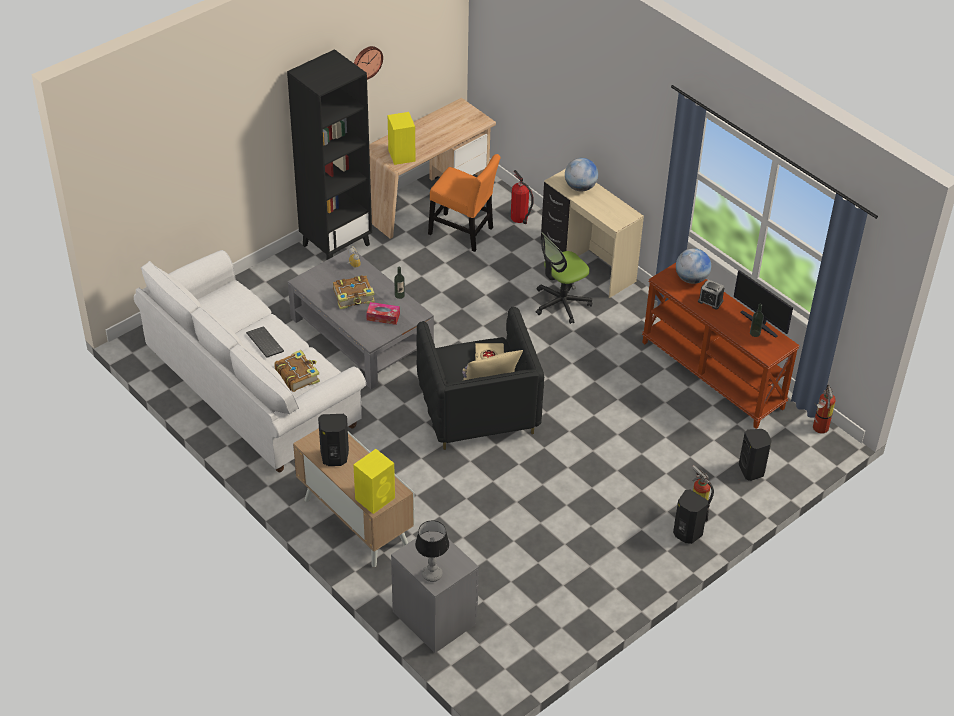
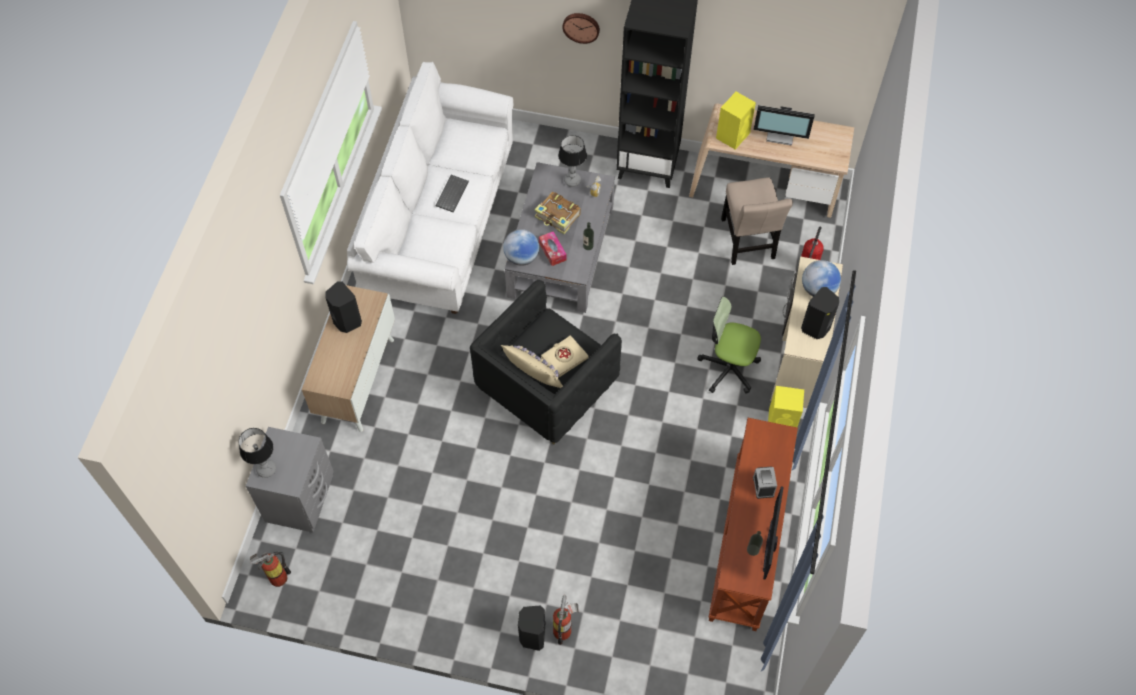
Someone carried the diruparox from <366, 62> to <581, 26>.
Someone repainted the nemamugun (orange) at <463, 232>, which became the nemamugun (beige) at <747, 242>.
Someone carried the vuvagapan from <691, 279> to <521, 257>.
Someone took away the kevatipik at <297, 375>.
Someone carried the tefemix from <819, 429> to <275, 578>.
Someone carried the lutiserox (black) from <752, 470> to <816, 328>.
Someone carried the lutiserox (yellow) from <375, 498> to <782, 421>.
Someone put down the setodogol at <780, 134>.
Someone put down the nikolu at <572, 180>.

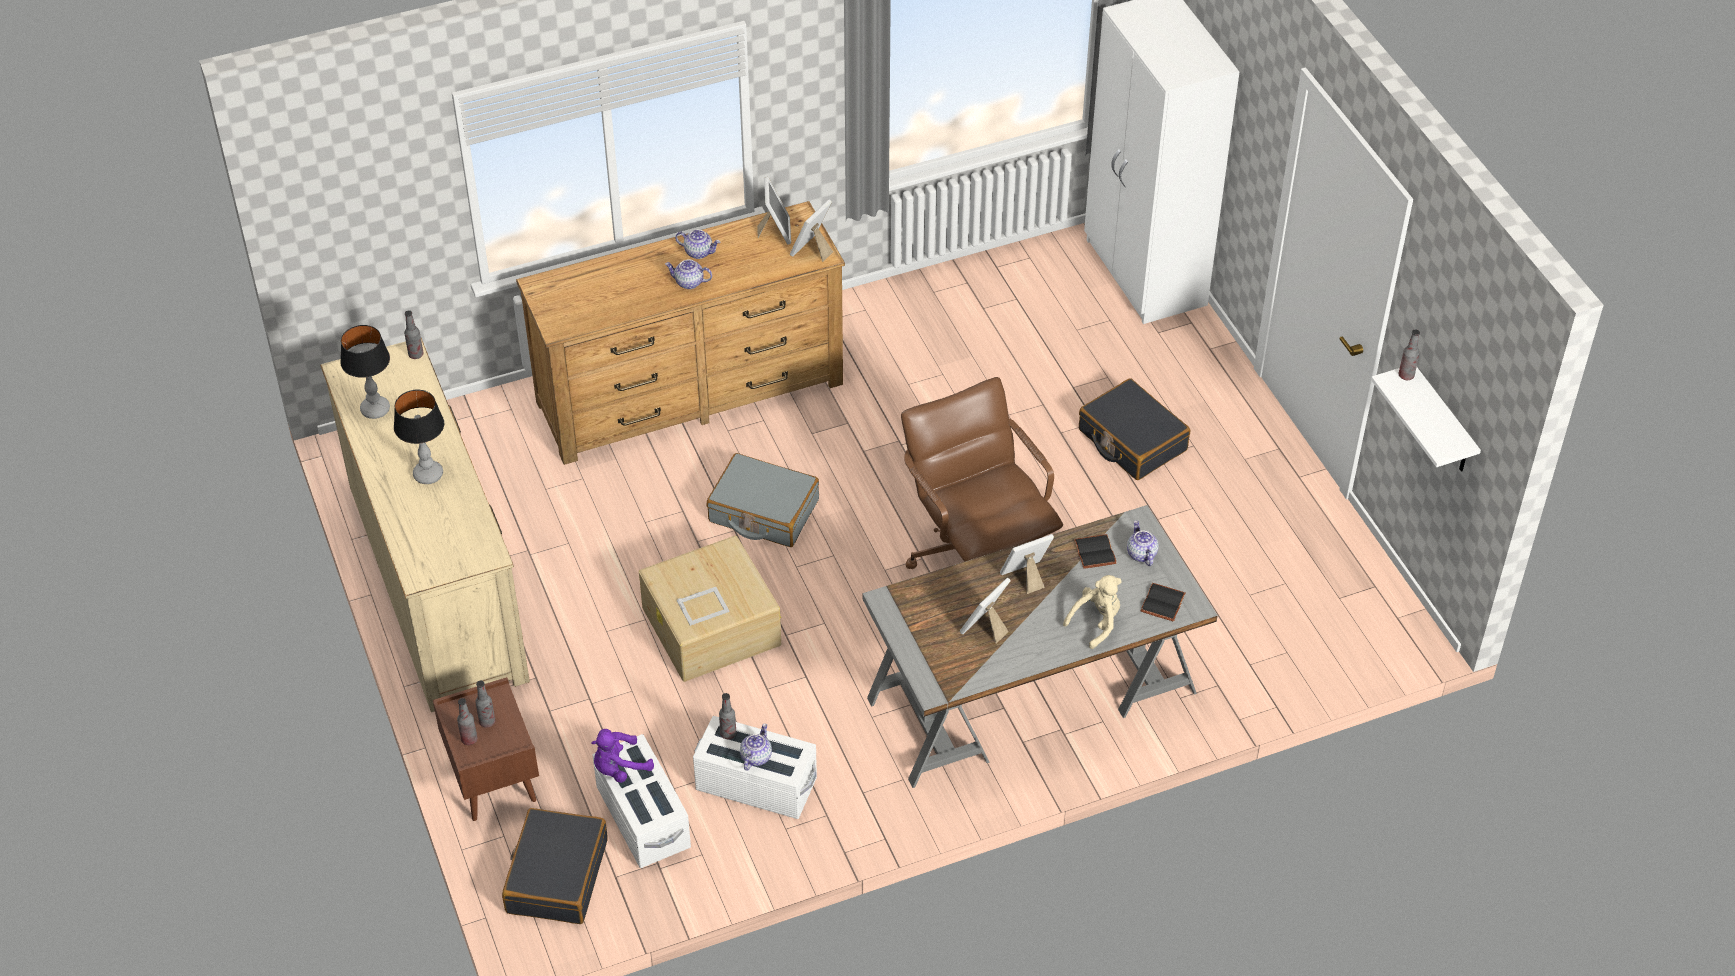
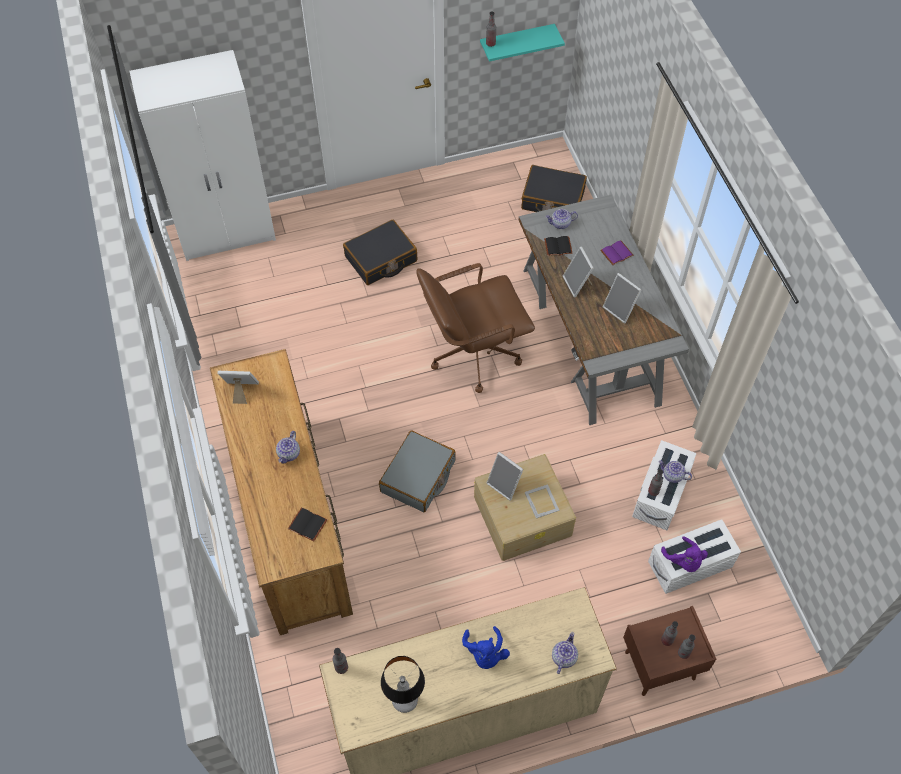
Someone carried the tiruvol from <813, 250> to <505, 485>.
Someone carried the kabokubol from <699, 252> to <563, 657>.
Someone repainted the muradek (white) at <1443, 423>, which became the muradek (turquoise) at <516, 43>.
Someone swapped the nikolu at <427, 474> for the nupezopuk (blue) at <485, 653>.
Someone swapped the nupezopuk (beige) at <1096, 622> for the kevatipik (purple) at <616, 252>.
Someone carried the kevatipik (black) from <1163, 604> to <308, 524>.
Someone carried the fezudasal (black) from <556, 876> to <552, 200>.

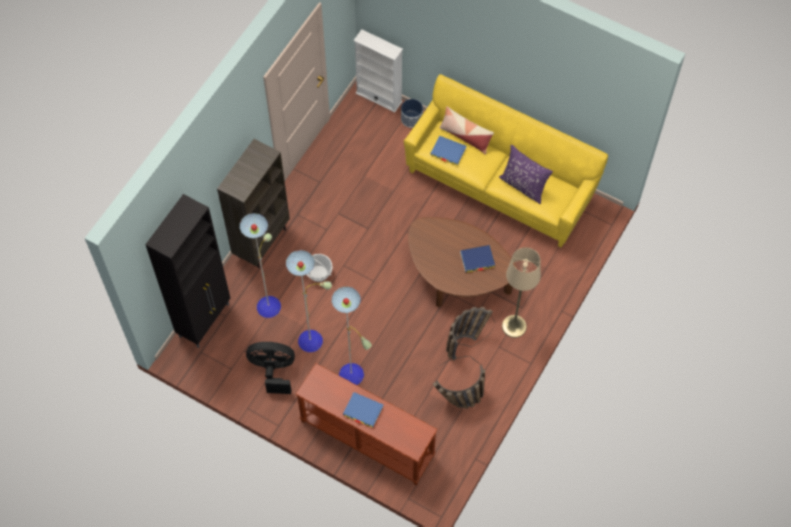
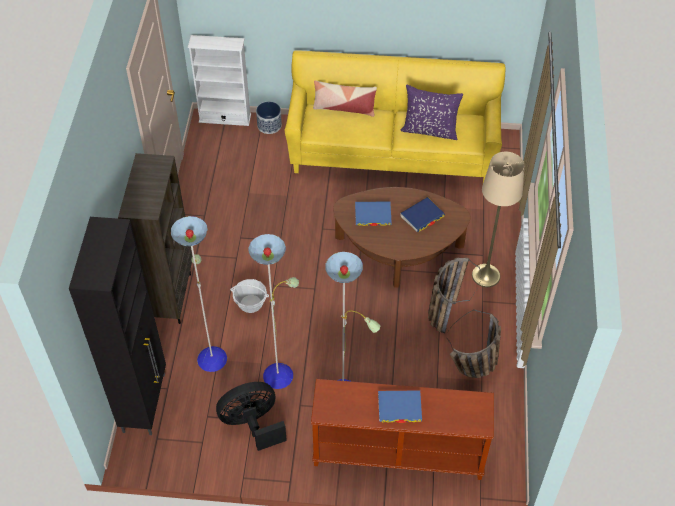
Someone carried the kevatipik (blue) from <448, 151> to <373, 215>.

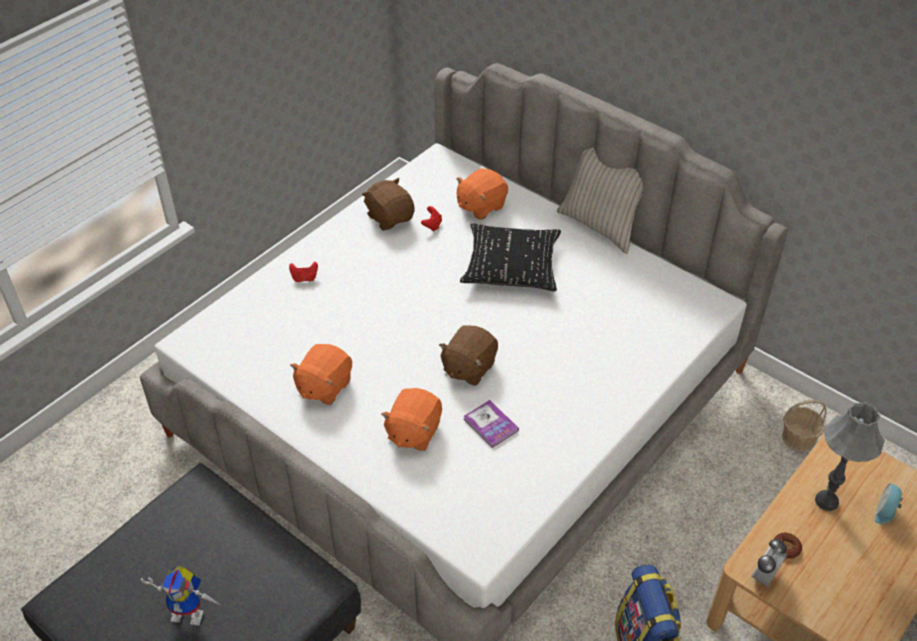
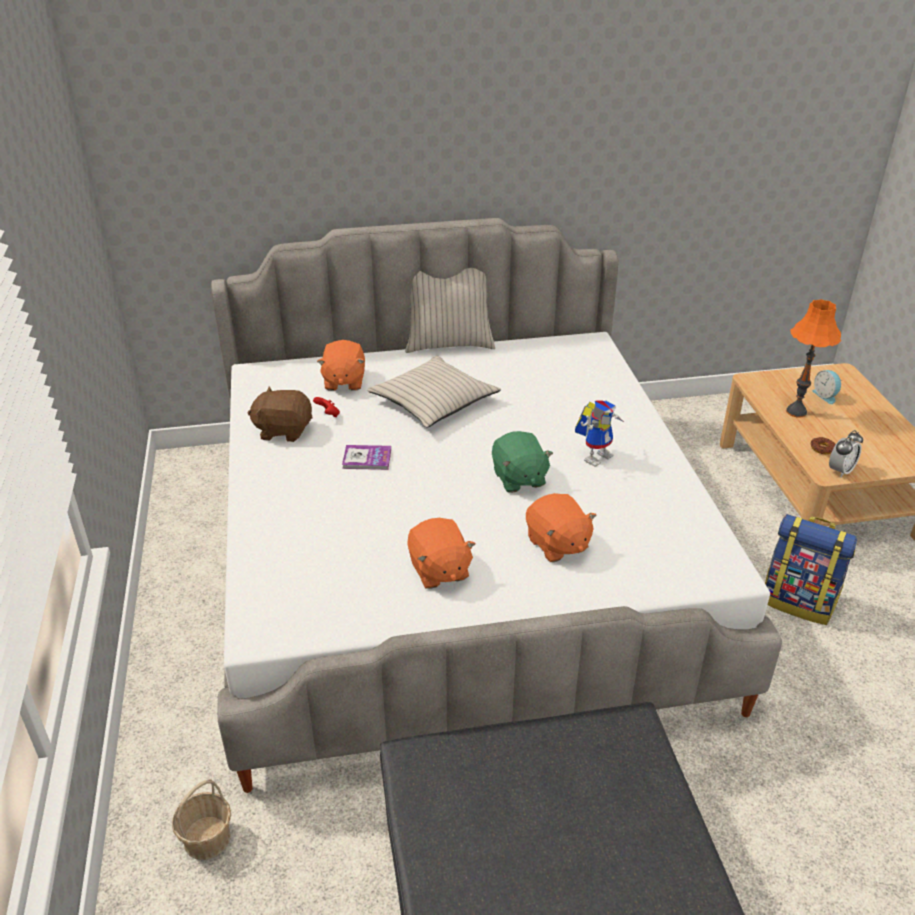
Someone repainted the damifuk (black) at <511, 266>, which became the damifuk (beige) at <433, 402>.
Someone took away the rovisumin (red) at <304, 278>.
Someone repainted the nupezopuk (brown) at <468, 367>, which became the nupezopuk (green) at <518, 478>.
Someone carried the kevatipik from <490, 425> to <367, 459>.
Someone carried the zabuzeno from <798, 438> to <207, 838>.
Someone repainted the nikolu (grey) at <826, 501>, which became the nikolu (orange) at <796, 411>.
Someone rotated the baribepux at <764, 576> by 120 degrees counterclockwise.
Someone carried the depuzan from <191, 612> to <596, 455>.

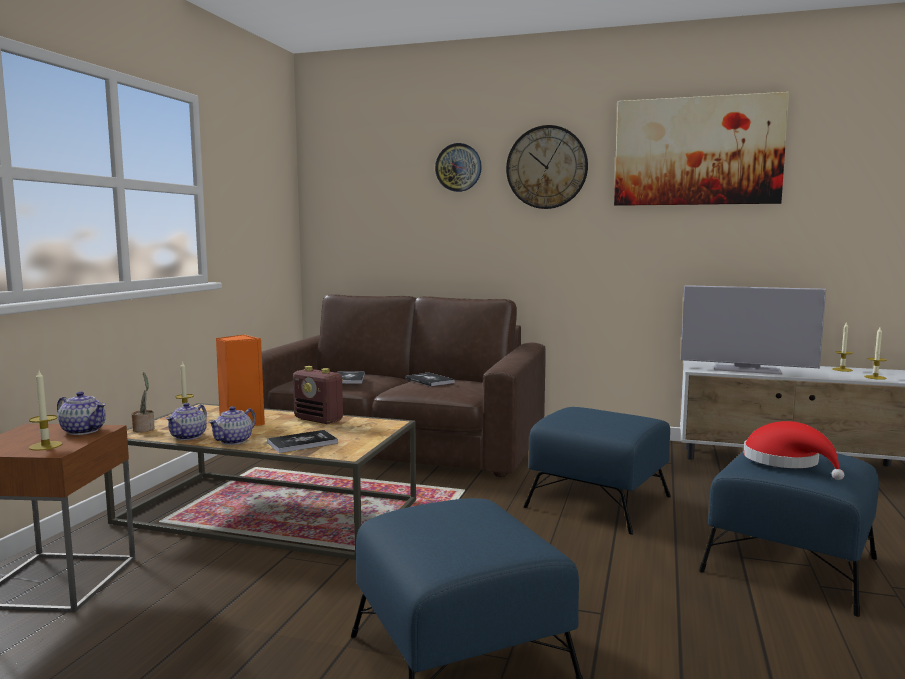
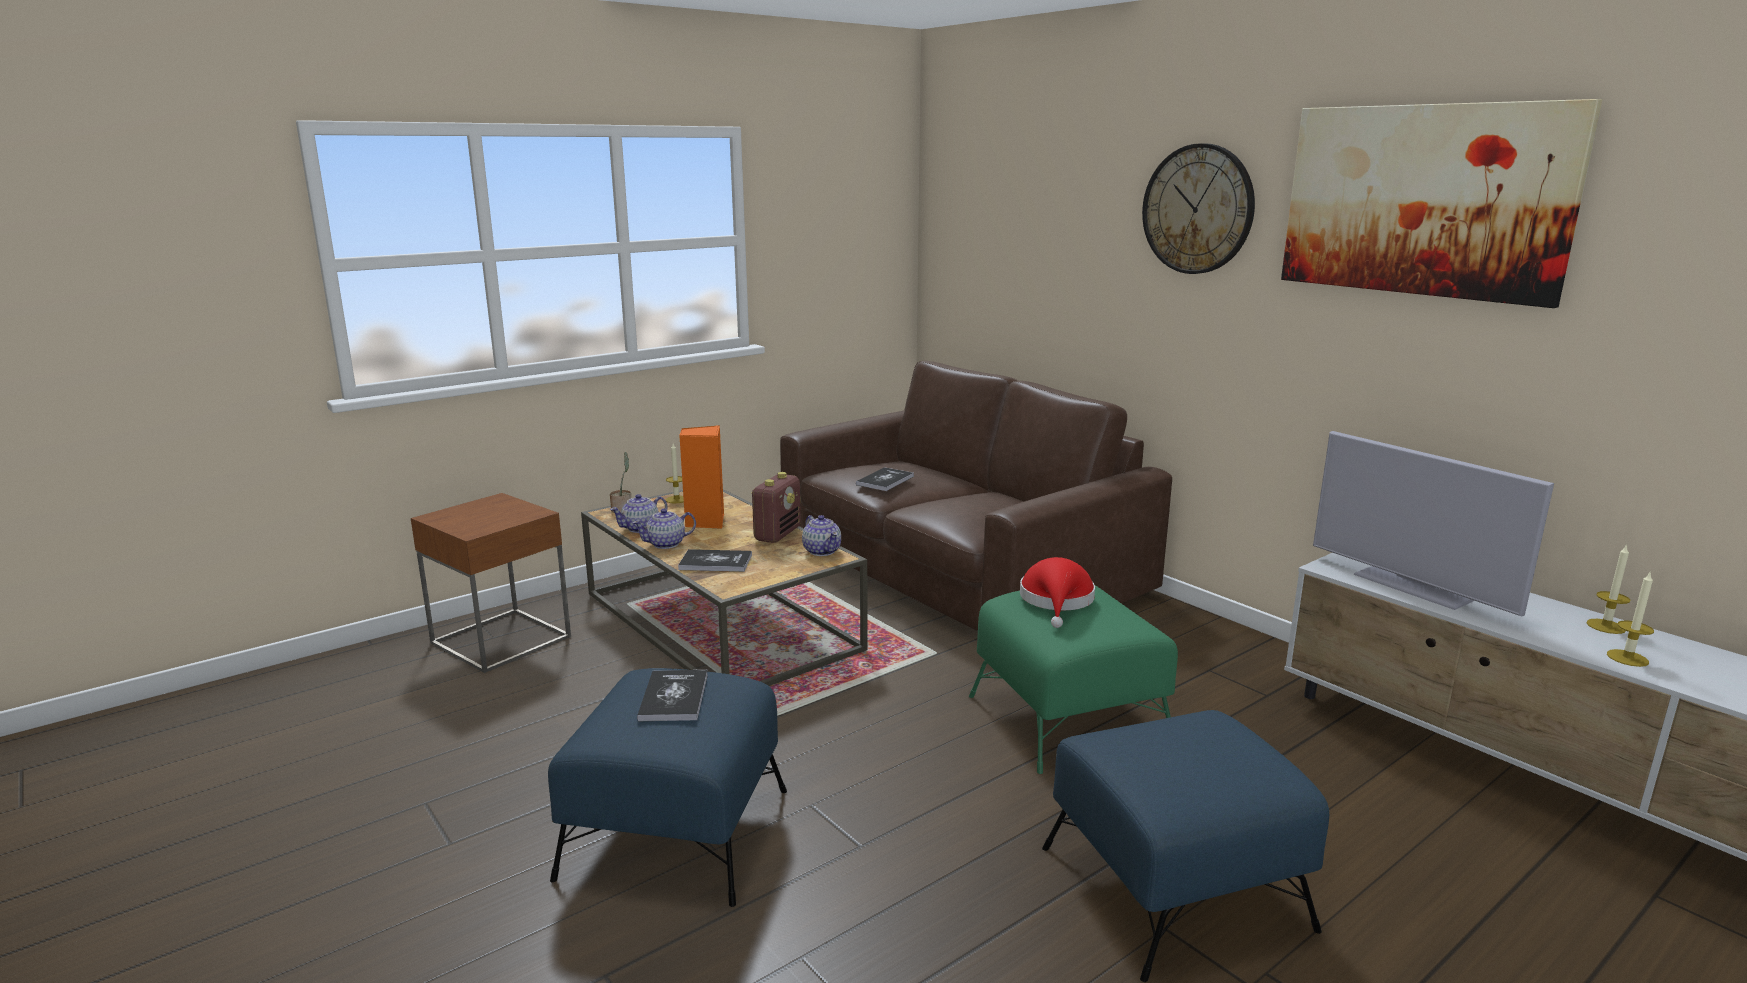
Someone took away the diruparox at <458, 167>.
Someone rotated the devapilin at <319, 420> by 135 degrees counterclockwise.
Someone took away the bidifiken at <45, 446>.
Someone carried the kevatipik from <429, 380> to <674, 697>.
Someone carried the kabokubol from <83, 431> to <822, 551>.
Someone repainted the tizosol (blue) at <599, 502>, which became the tizosol (green) at <1068, 719>.
Someone carried the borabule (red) from <786, 462> to <1057, 601>.

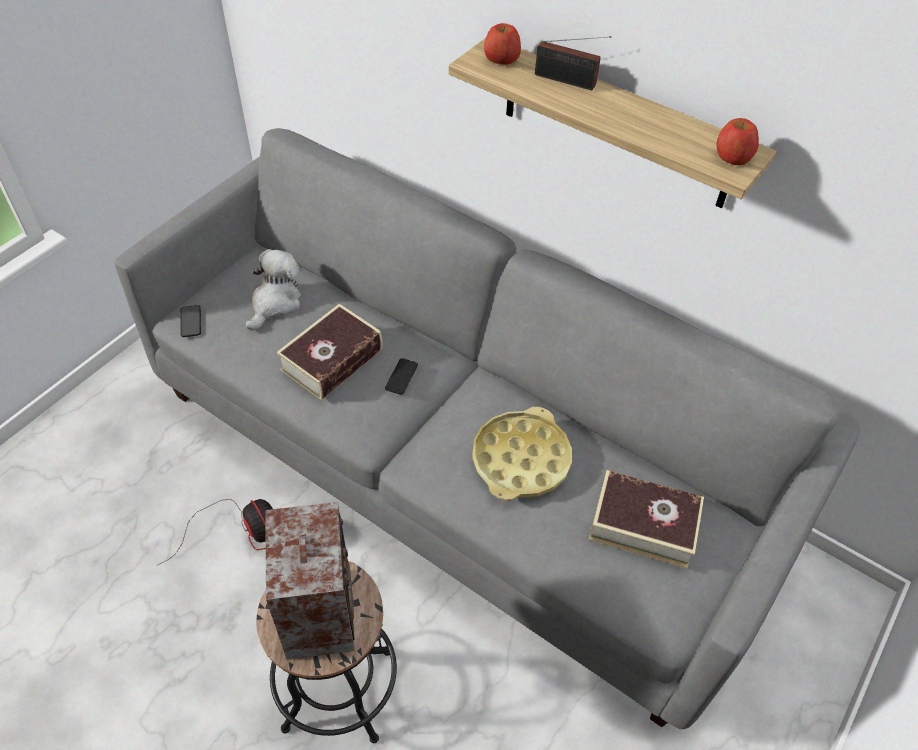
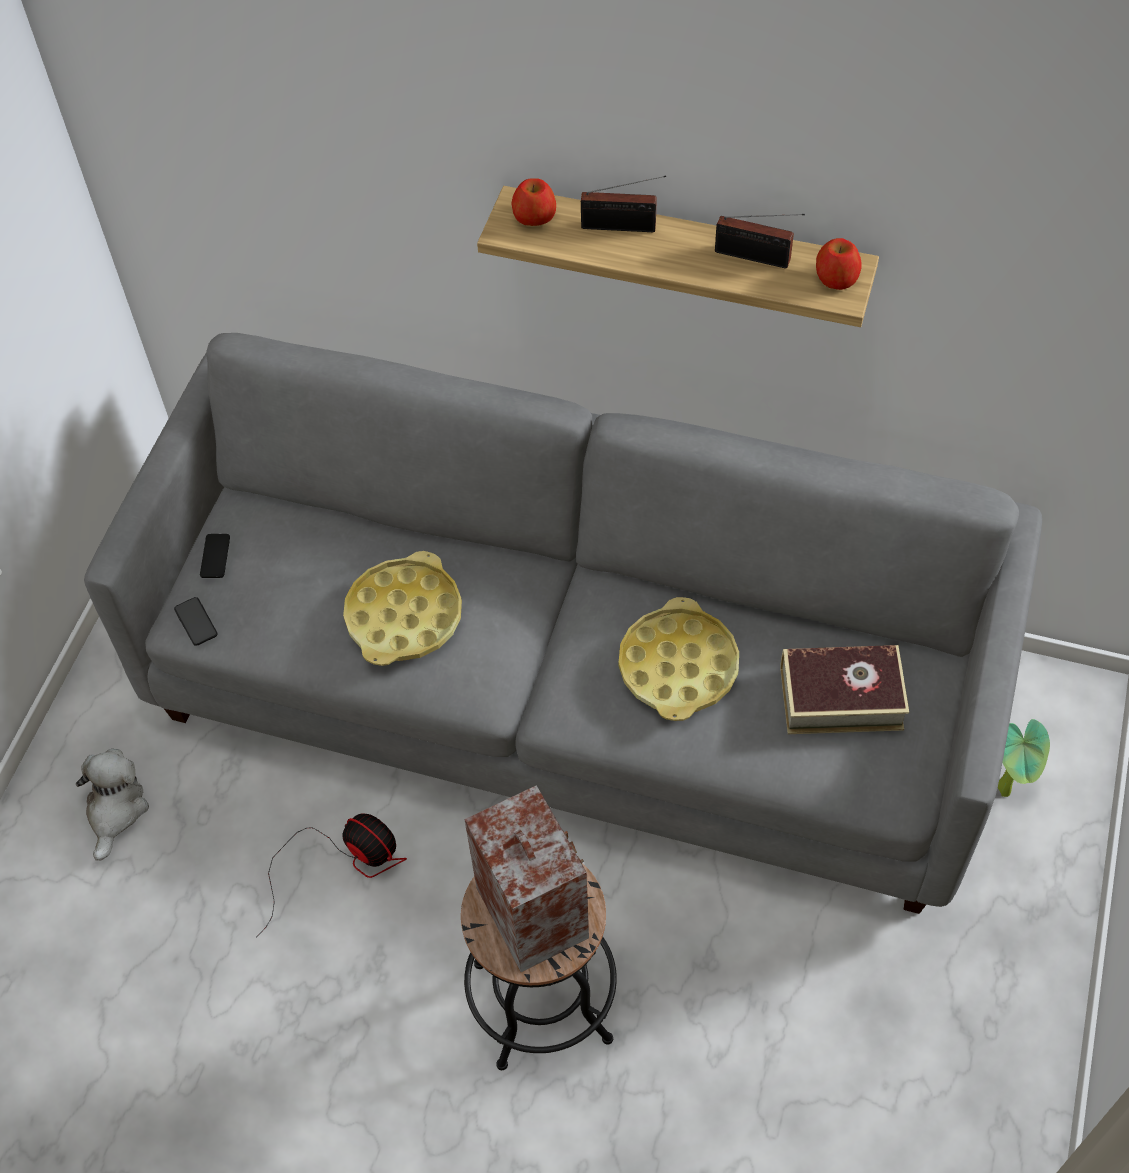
Someone carried the nupezopuk from <275, 302> to <115, 810>.
Someone swapped the kevatipik at <332, 359> for the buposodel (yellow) at <404, 616>.
Someone carried the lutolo from <401, 376> to <215, 556>.
Someone put down the devapilin at <756, 258>.
Someone put down the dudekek at <1007, 790>.

